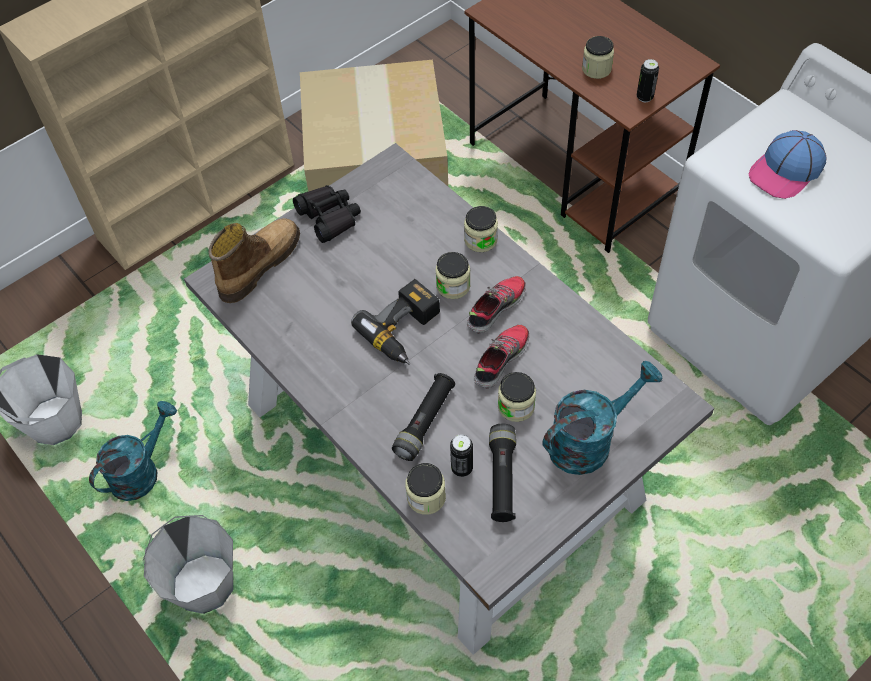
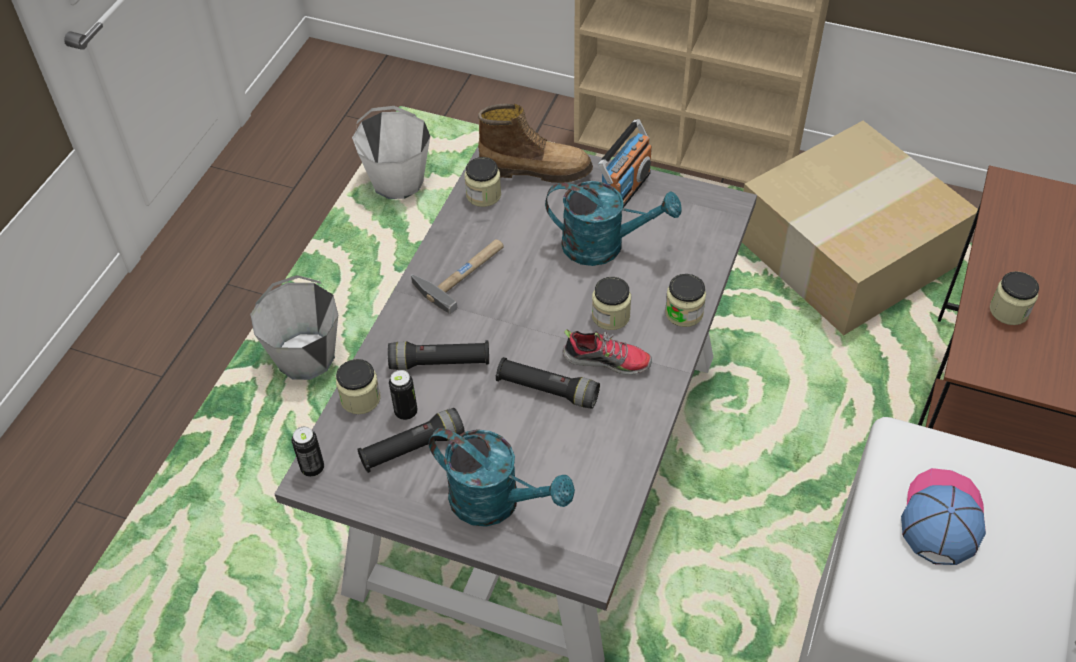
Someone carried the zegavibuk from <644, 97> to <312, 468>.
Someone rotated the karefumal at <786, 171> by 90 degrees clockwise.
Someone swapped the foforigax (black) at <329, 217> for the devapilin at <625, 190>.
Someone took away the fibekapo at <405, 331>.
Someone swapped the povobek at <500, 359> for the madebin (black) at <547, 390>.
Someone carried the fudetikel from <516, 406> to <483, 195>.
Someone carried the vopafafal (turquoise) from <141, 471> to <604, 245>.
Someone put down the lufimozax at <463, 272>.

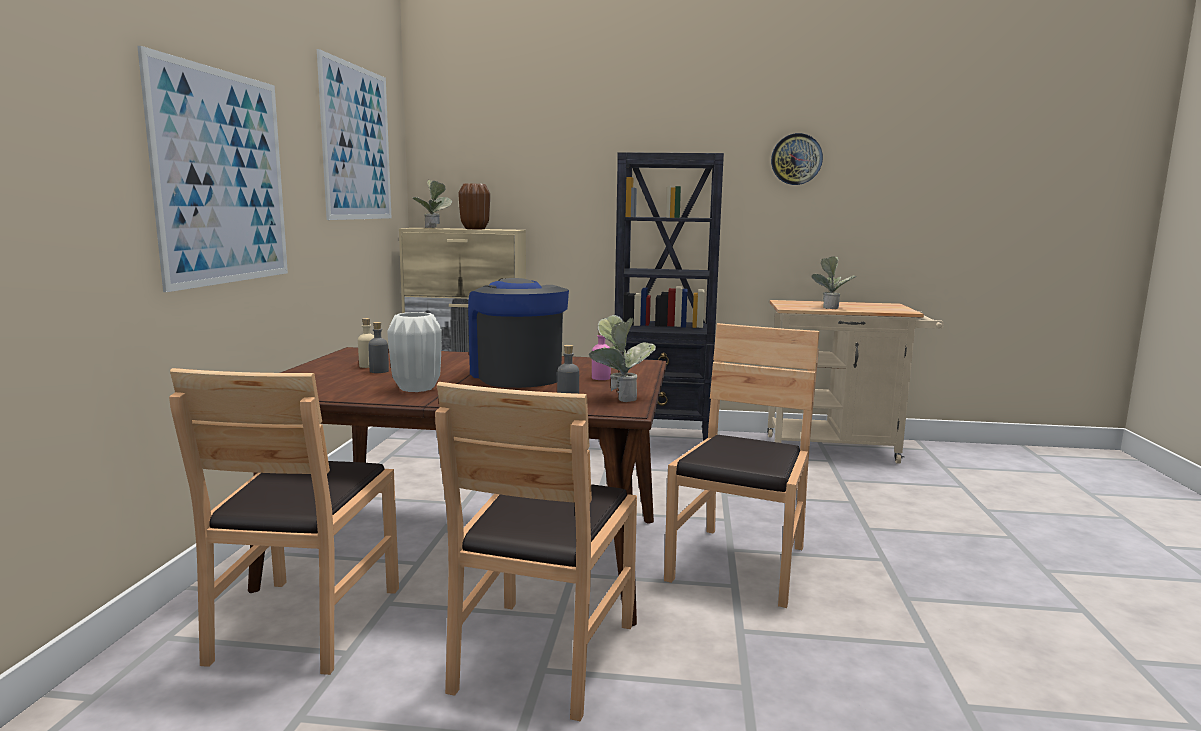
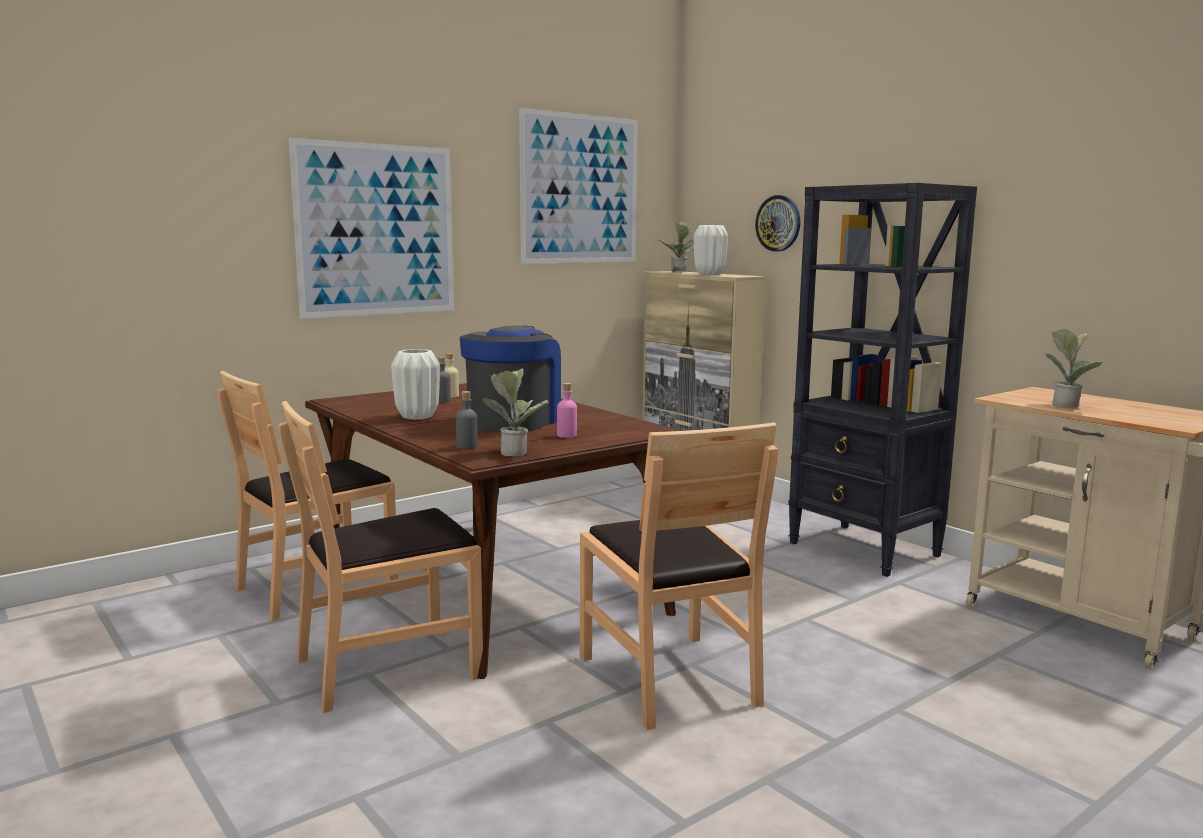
Someone carried the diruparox from <796, 159> to <778, 223>.
Someone repainted the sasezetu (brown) at <474, 229>, which became the sasezetu (white) at <709, 274>.
Someone rotated the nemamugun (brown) at <740, 564> by 90 degrees clockwise.

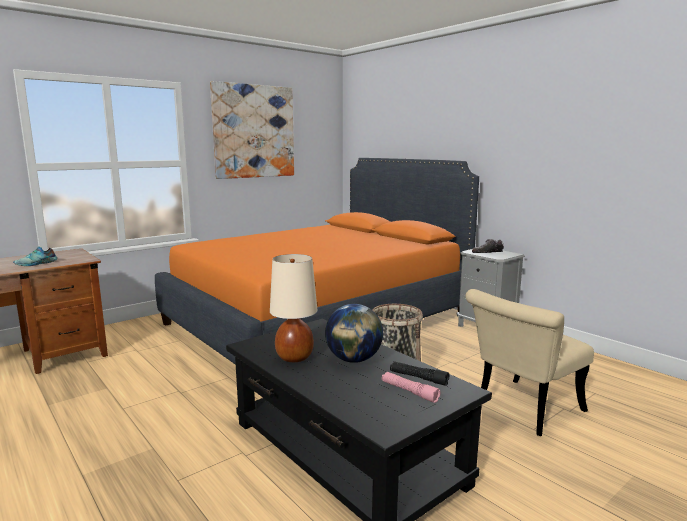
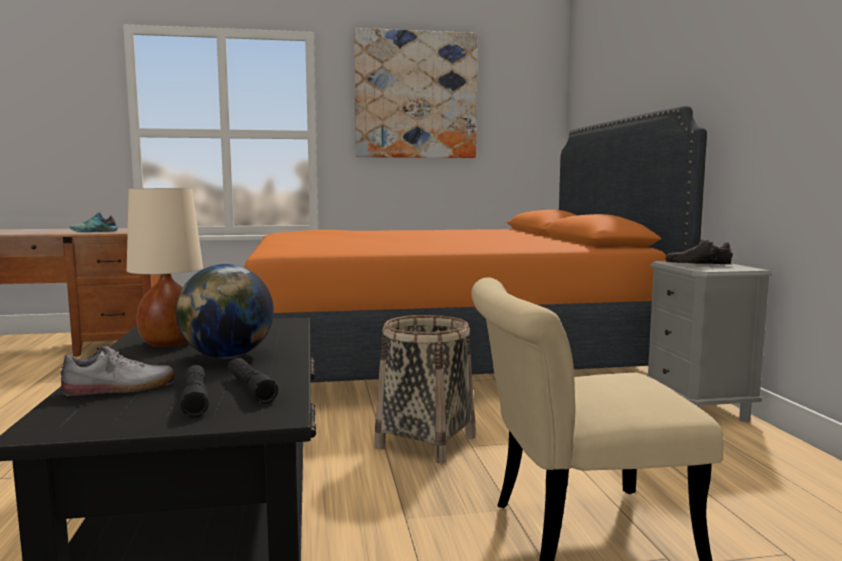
Someone repainted the madebin (pink) at <409, 392>, which became the madebin (black) at <195, 399>.
Someone put down the povobek at <119, 389>.

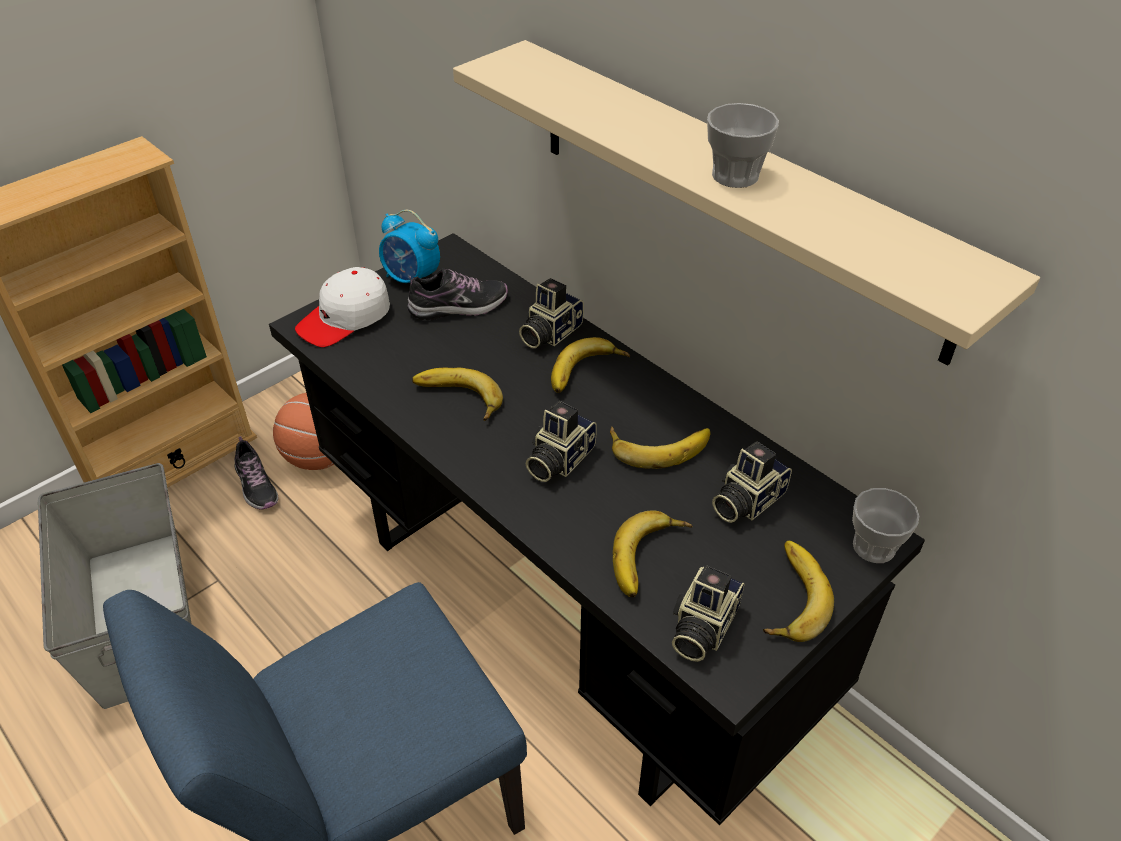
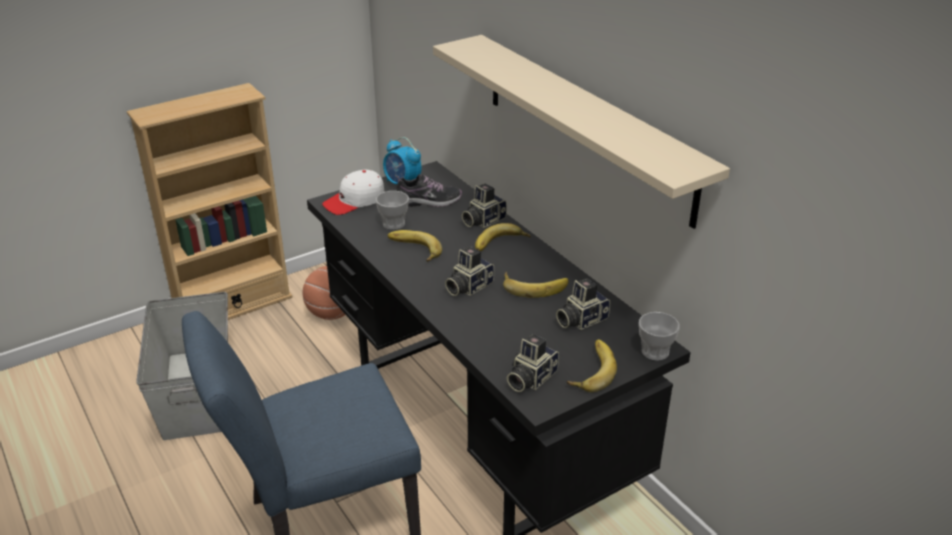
Someone carried the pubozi from <735, 175> to <393, 224>.
Someone took away the povobek at <256, 485>.
Someone took away the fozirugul at <651, 559>.

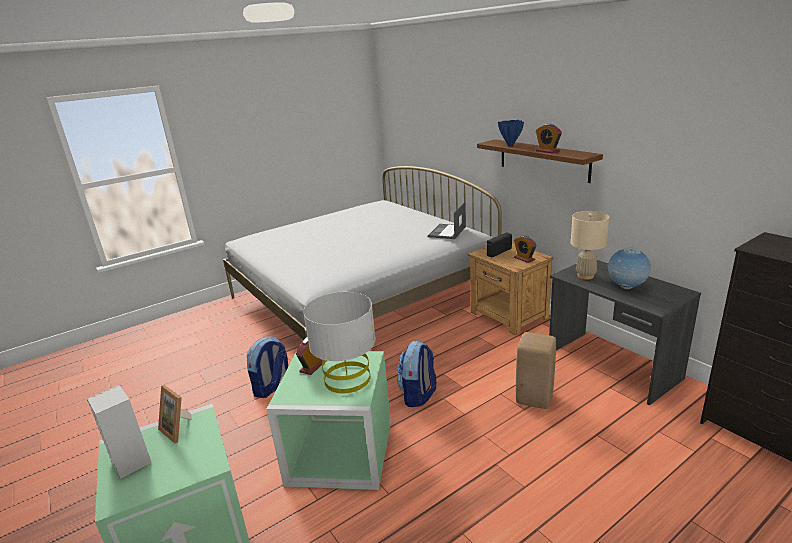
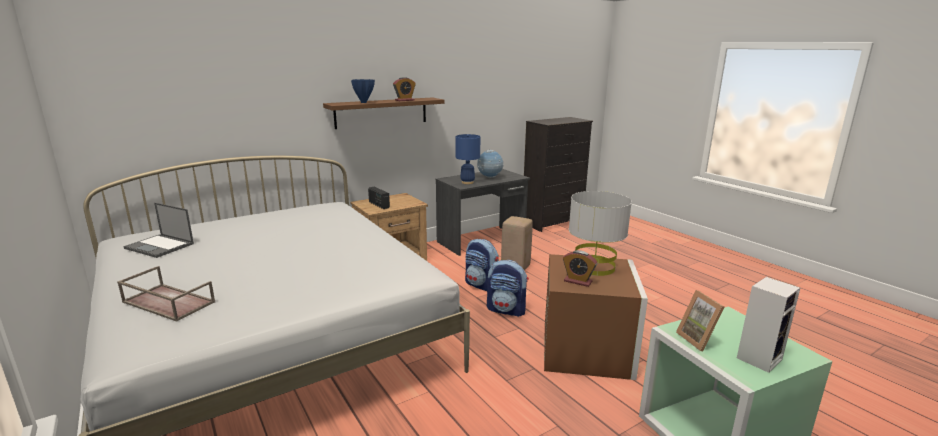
Someone carried the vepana from <447, 232> to <160, 246>.
Someone repainted the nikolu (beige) at <585, 276>, which became the nikolu (blue) at <467, 182>.
Someone took away the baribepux at <524, 259>.
Someone carried the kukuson from <272, 388> to <482, 285>.
Someone repainted the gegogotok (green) at <338, 453>, which became the gegogotok (brown) at <587, 350>.
Someone rotated the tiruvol at <179, 429> by 120 degrees clockwise.
Someone put down the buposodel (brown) at <167, 302>.

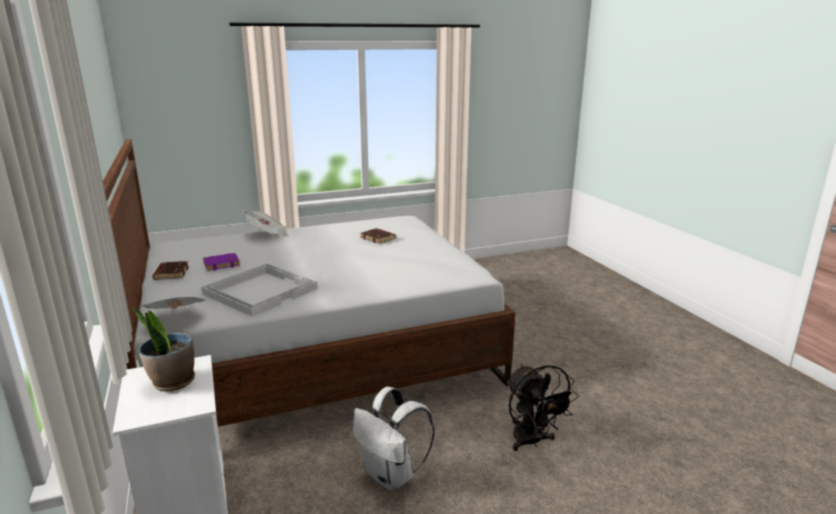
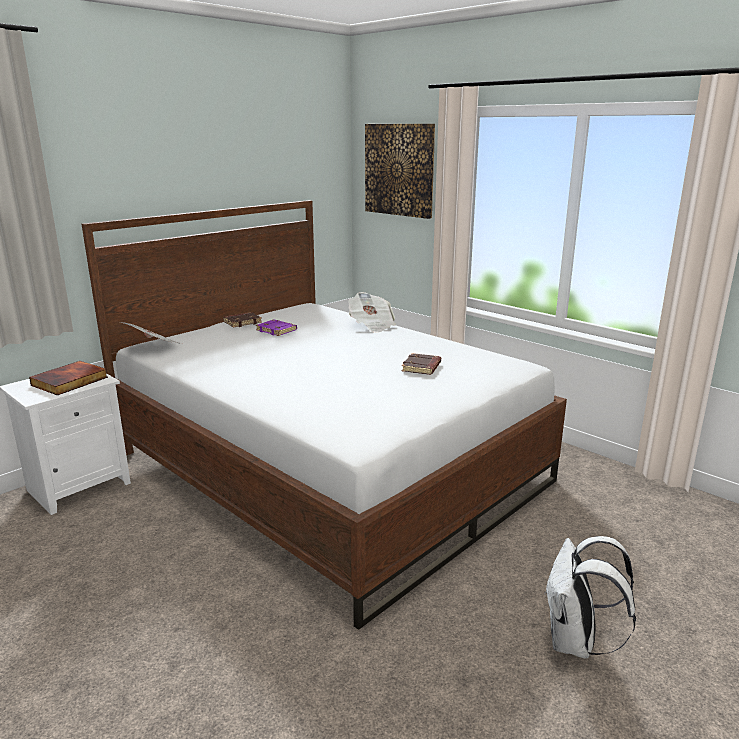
Someone took away the buposodel (white) at <260, 290>.
Someone swapped the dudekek at <172, 382> for the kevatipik at <70, 381>.
Someone took away the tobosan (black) at <532, 442>.
Someone carried the kukuson (white) from <392, 476> to <575, 642>.
Someone put up the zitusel at <399, 170>.

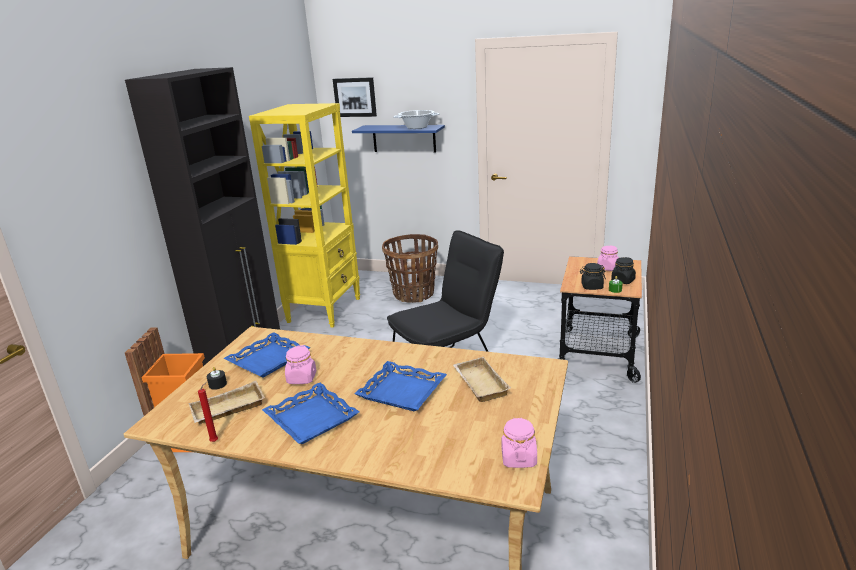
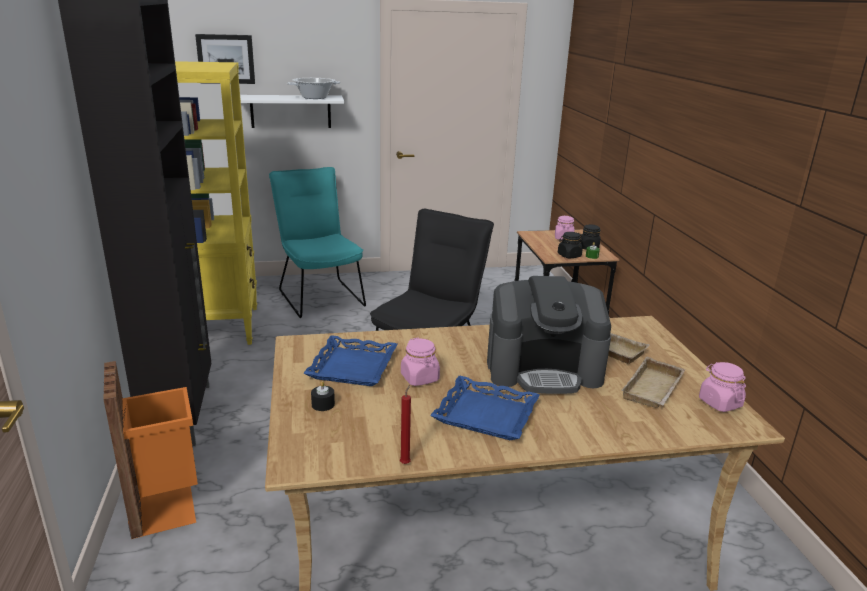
Someone repainted the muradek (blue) at <404, 138>, which became the muradek (white) at <290, 111>.
Someone swapped the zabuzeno at <414, 294> for the nemamugun (turquoise) at <319, 295>.
Someone swapped the buposodel (blue) at <402, 391> for the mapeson at <544, 369>.
Someone carried the buposodel (beige) from <228, 409> to <654, 390>.

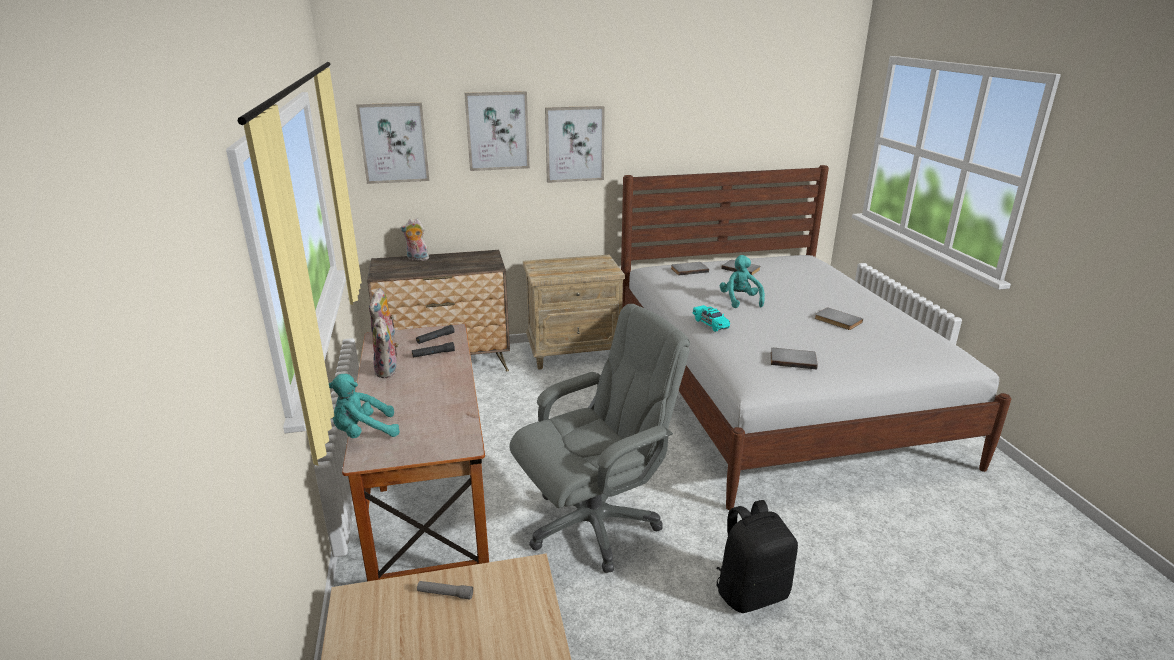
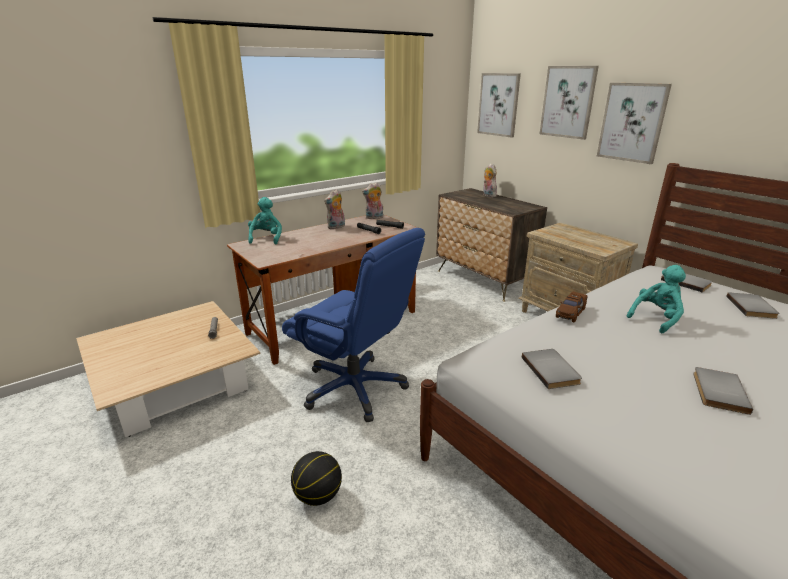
Someone repainted the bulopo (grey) at <594, 523>, which became the bulopo (blue) at <355, 388>.
Someone repainted the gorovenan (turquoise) at <710, 324>, which became the gorovenan (brown) at <570, 312>.
Someone rotated the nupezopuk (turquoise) at <364, 433> by 45 degrees clockwise.
Someone swapped the kukuson (black) at <751, 592> for the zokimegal at <318, 495>.

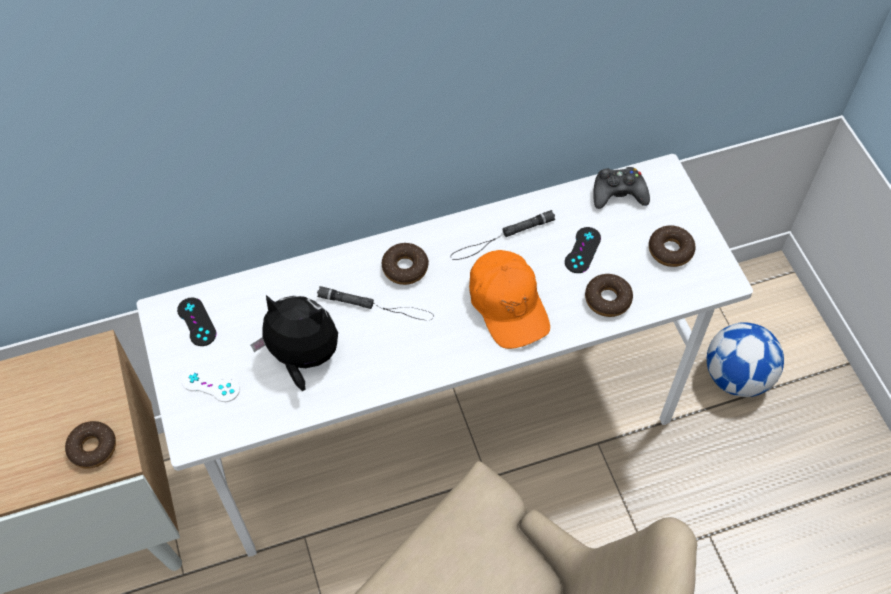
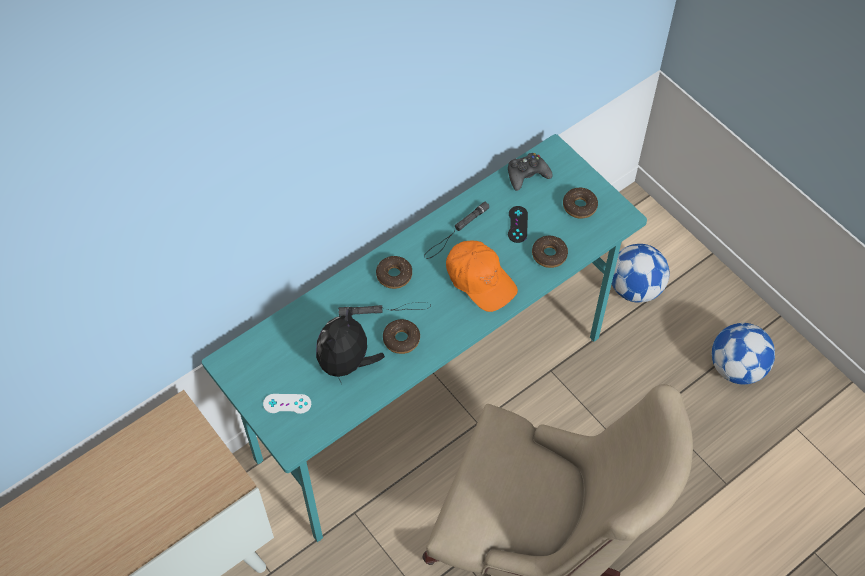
Someone repainted the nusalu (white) at <446, 428>, which became the nusalu (turquoise) at <431, 396>.
Someone rotated the nupezopuk at <302, 357> by 60 degrees counterclockwise.
Someone took away the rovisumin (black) at <196, 322>.
Someone carried the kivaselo from <93, 448> to <401, 339>.
Someone put down the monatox at <736, 367>.

